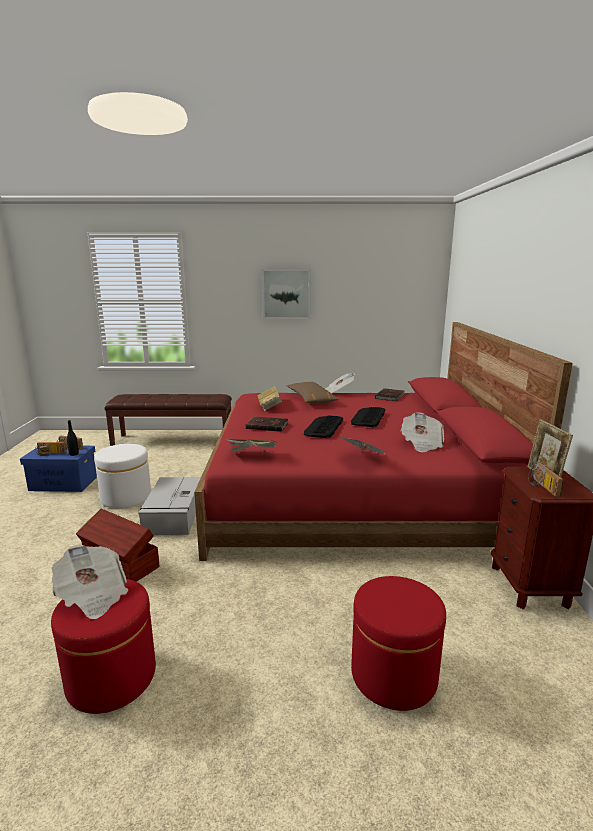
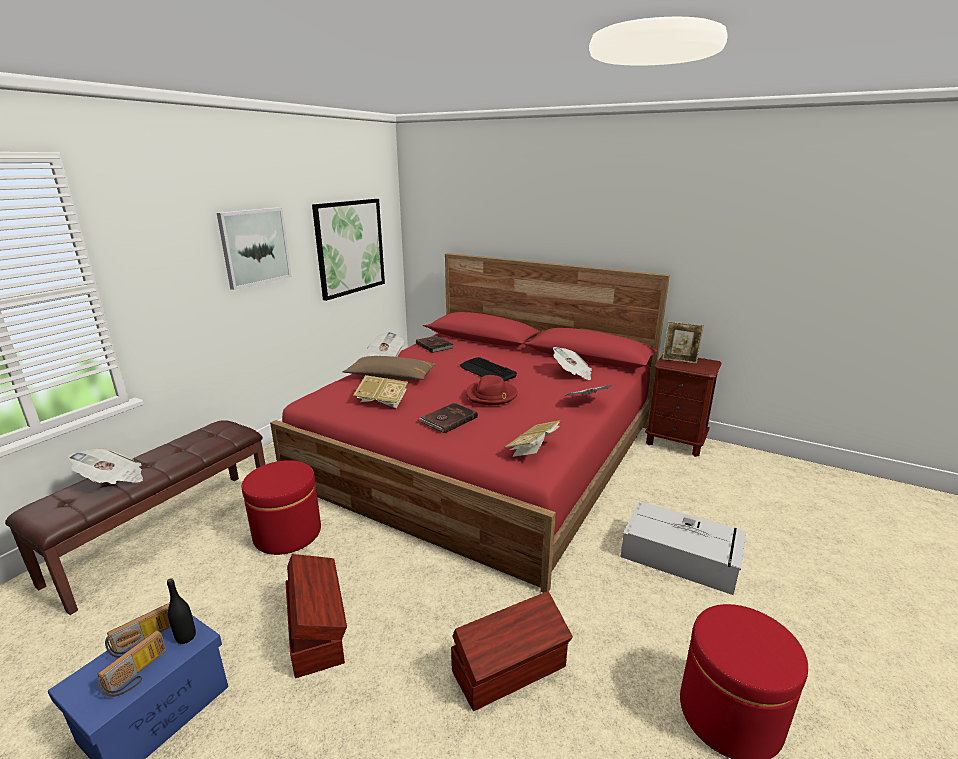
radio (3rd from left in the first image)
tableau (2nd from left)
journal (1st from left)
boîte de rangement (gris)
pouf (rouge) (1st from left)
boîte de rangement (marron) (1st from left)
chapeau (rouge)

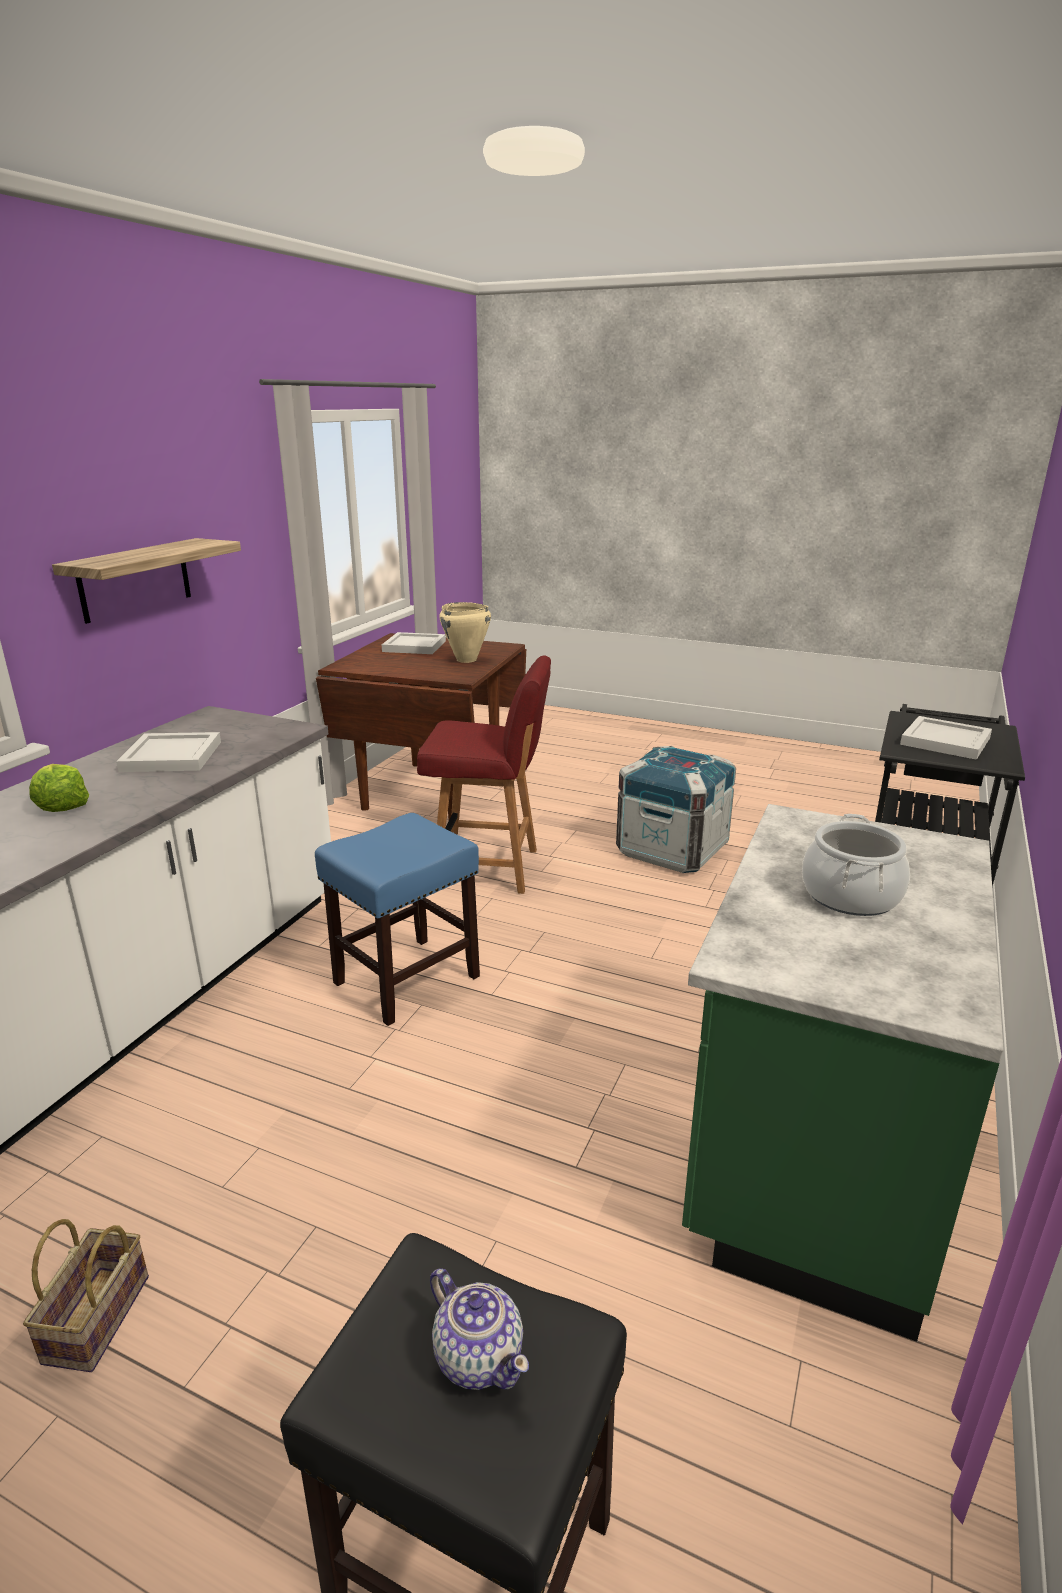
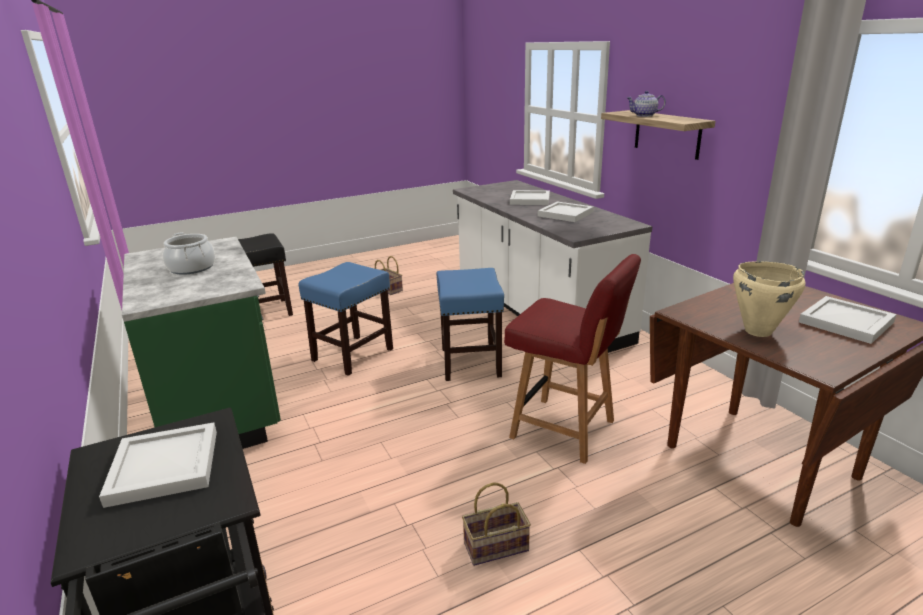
tabouret (bleu) (1st from left)
théière
plateau (blanc) (2nd from left)
panier (2nd from left)
chaise (rouge)

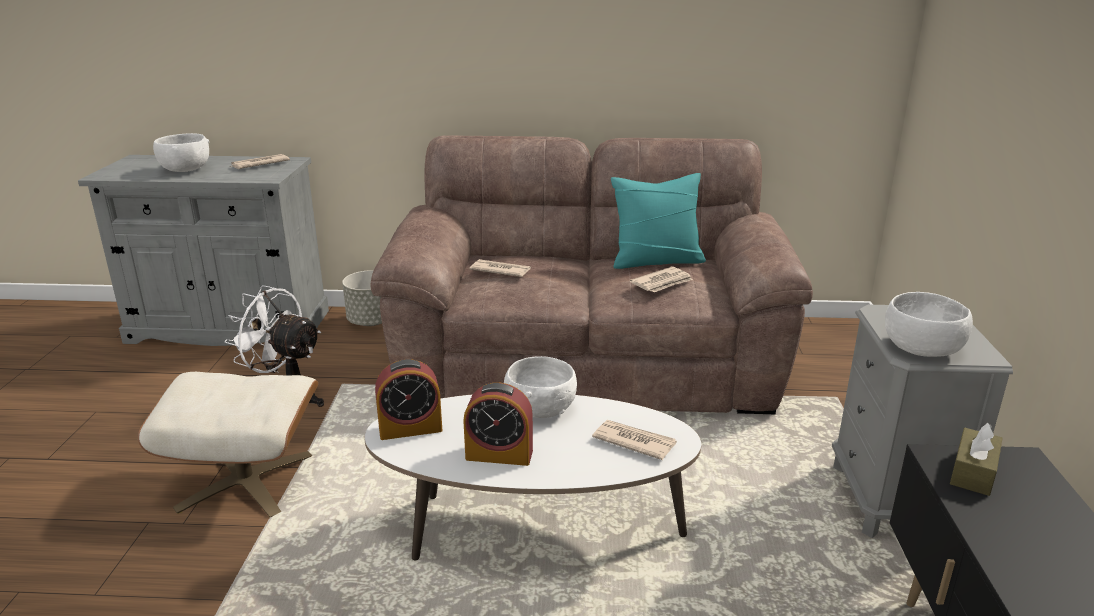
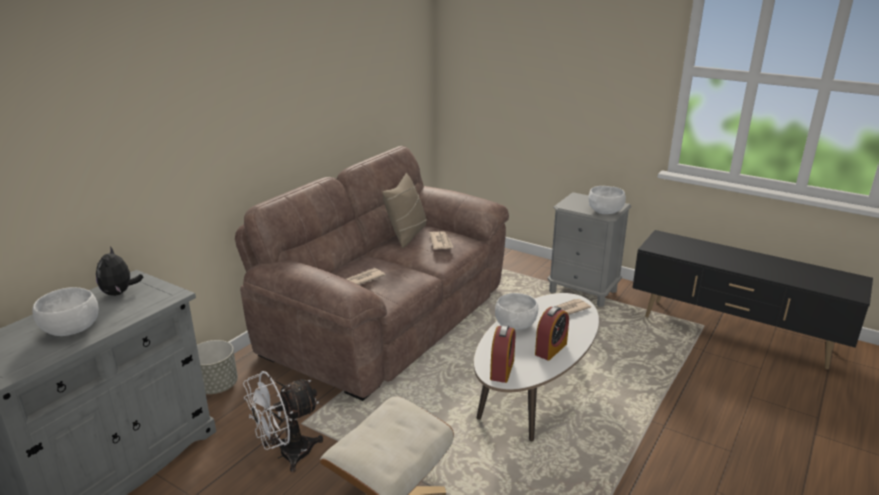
boîte à mouchoirs (marron)
peluche
coussin (beige)

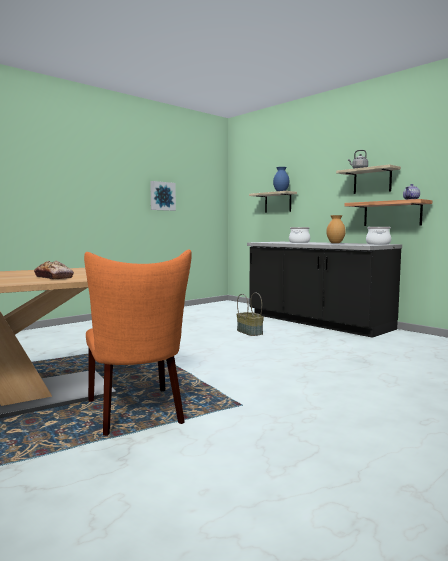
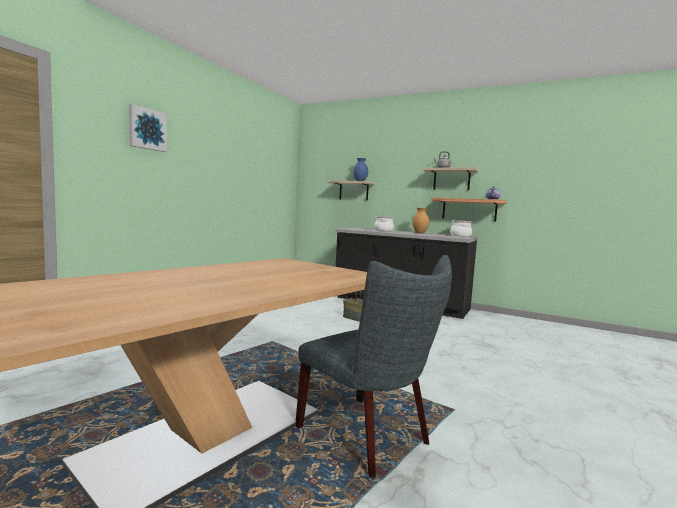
pain
tableau
chaise (gris)

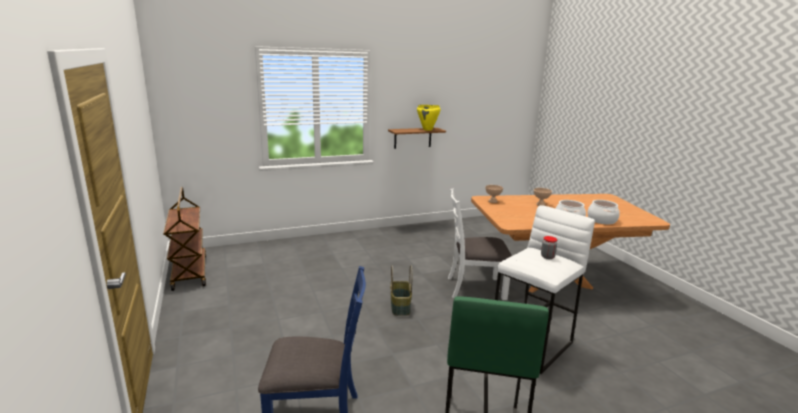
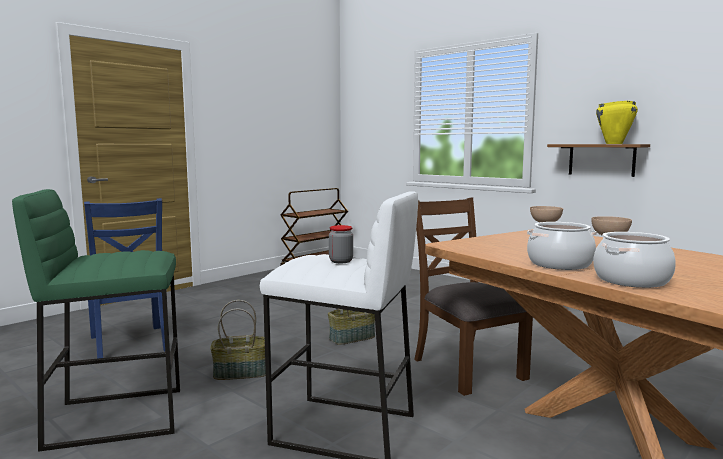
panier (1st from left)
chaise (marron)

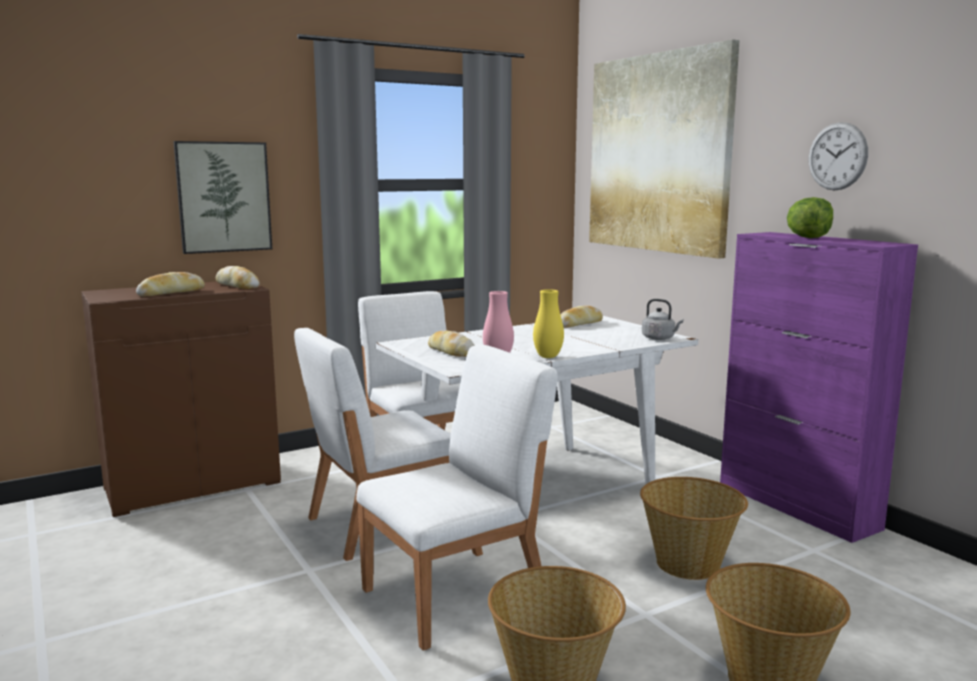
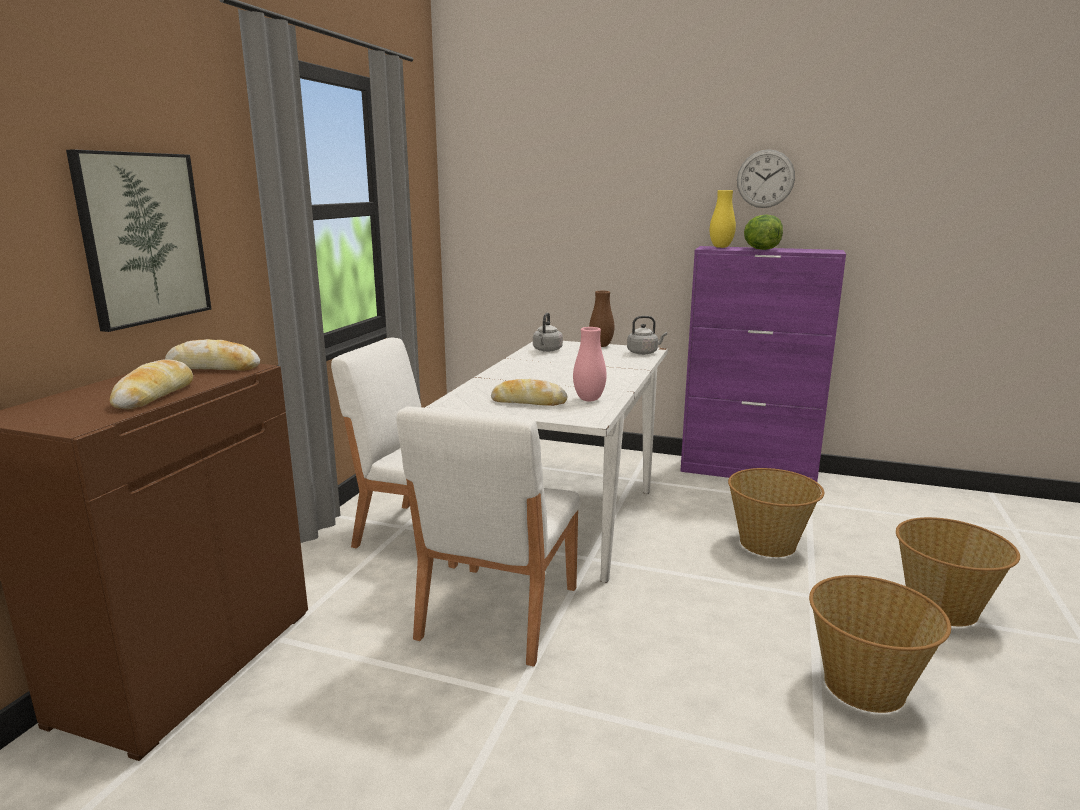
chaise (blanc) (3rd from left in the first image)
tableau (2nd from left in the first image)
vase (marron)
vase (jaune)
bouilloire (gris) (1st from left)

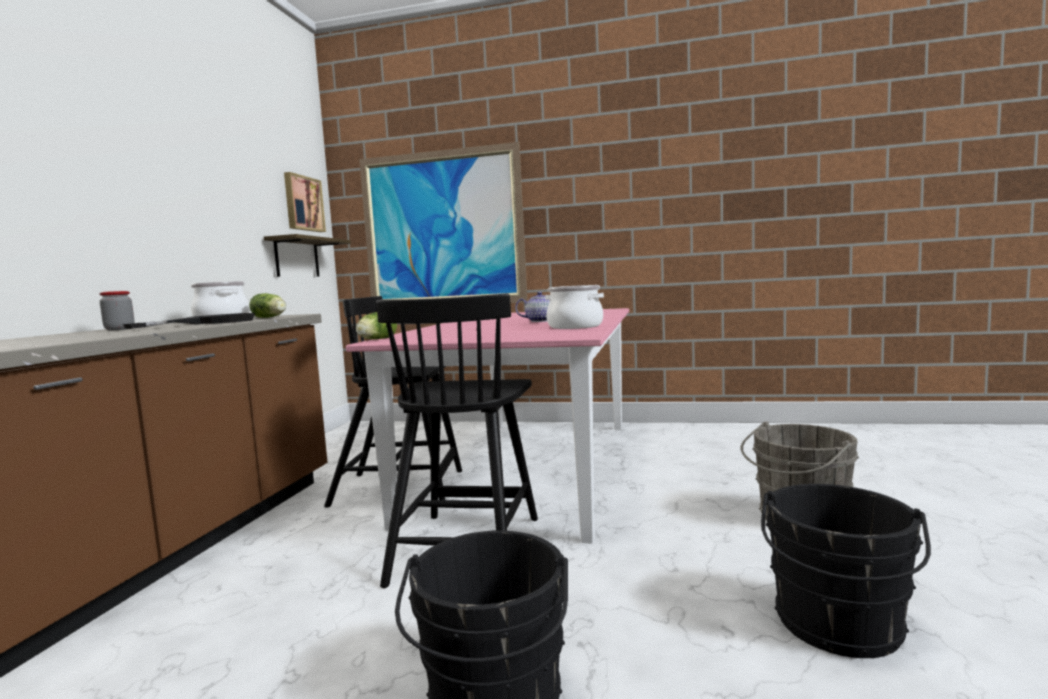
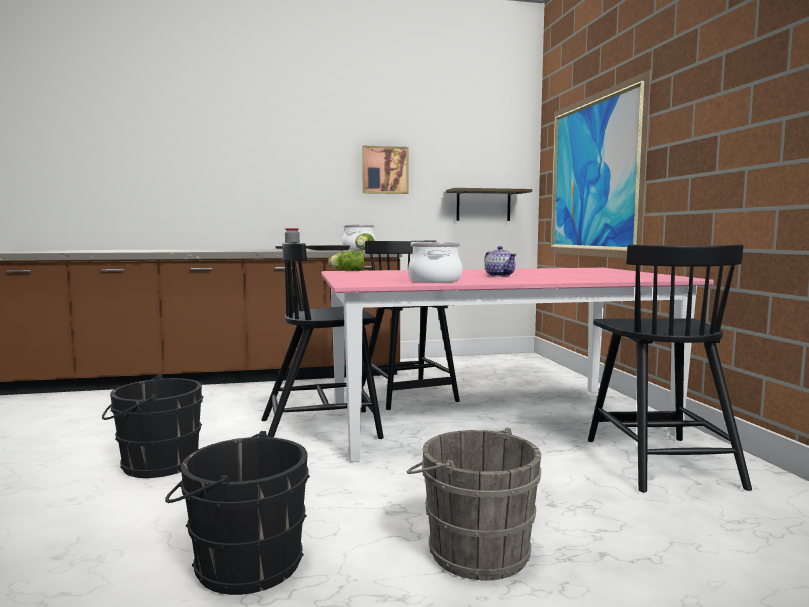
chaise (noir) (3rd from left)
tableau (1st from left)

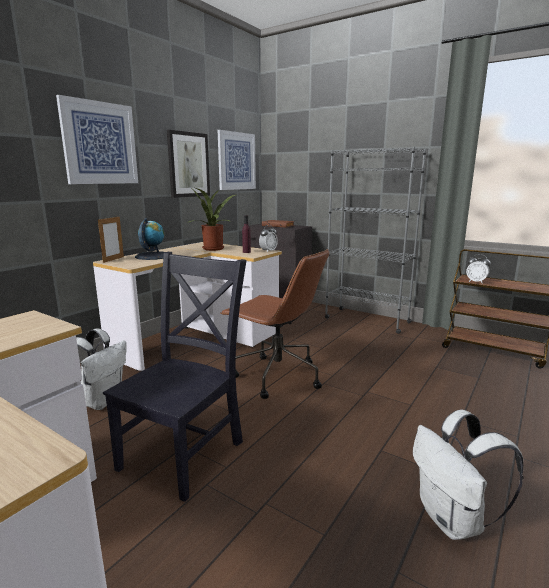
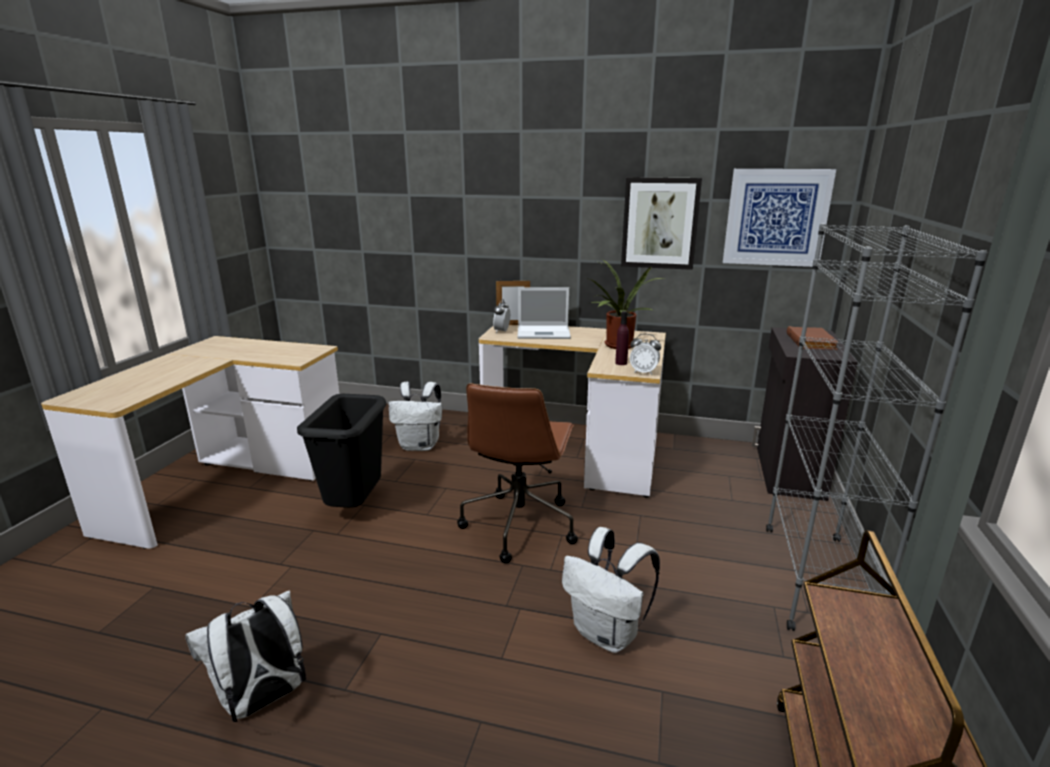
tableau (1st from left in the first image)
sac à dos (blanc) (3rd from left)
réveil (1st from left)
poubelle (noir)
ordinateur portable

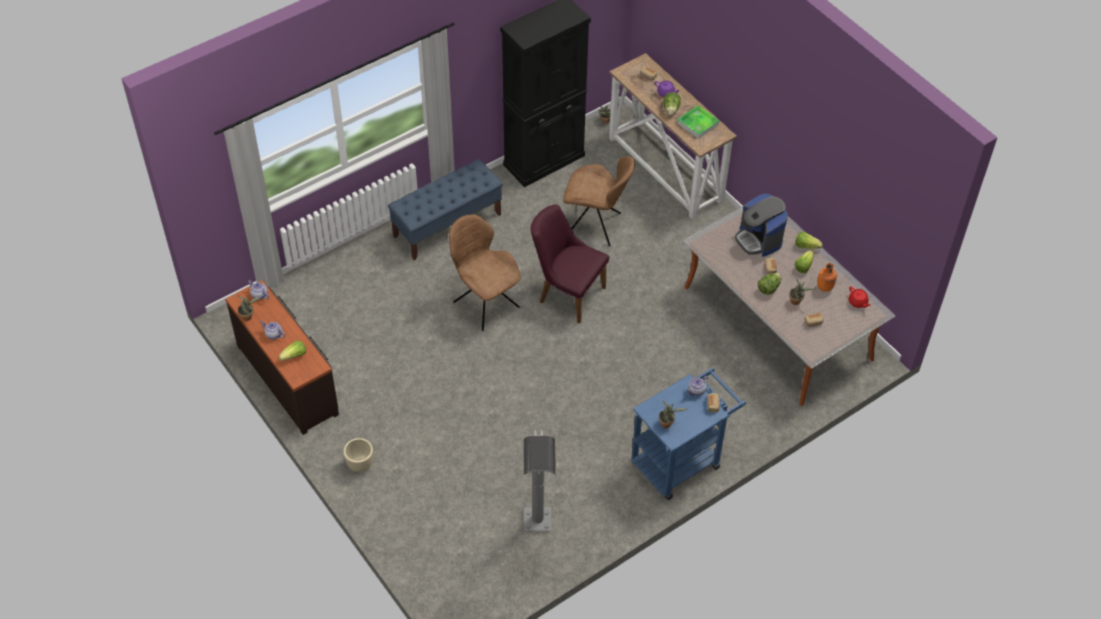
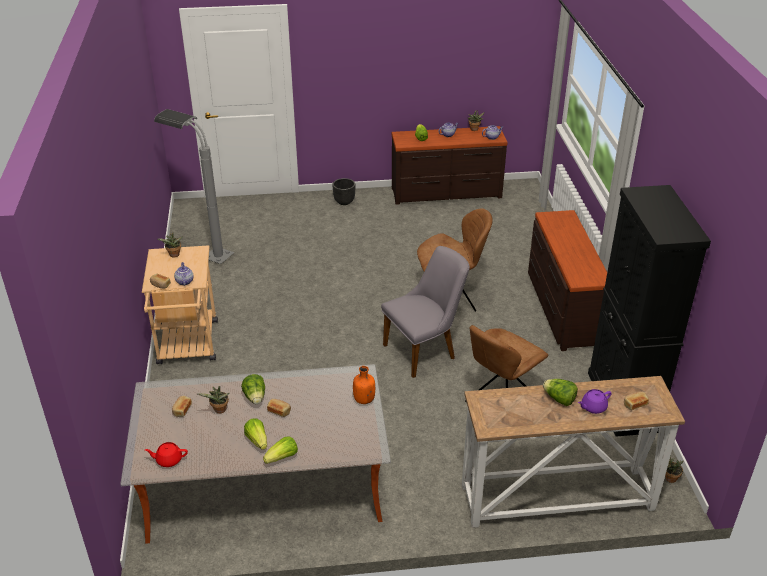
plateau
machine à café
bouteille (orange)
commode (marron) (2nd from left)
cache-pot (noir)
chaise (gris)
chariot (beige)

